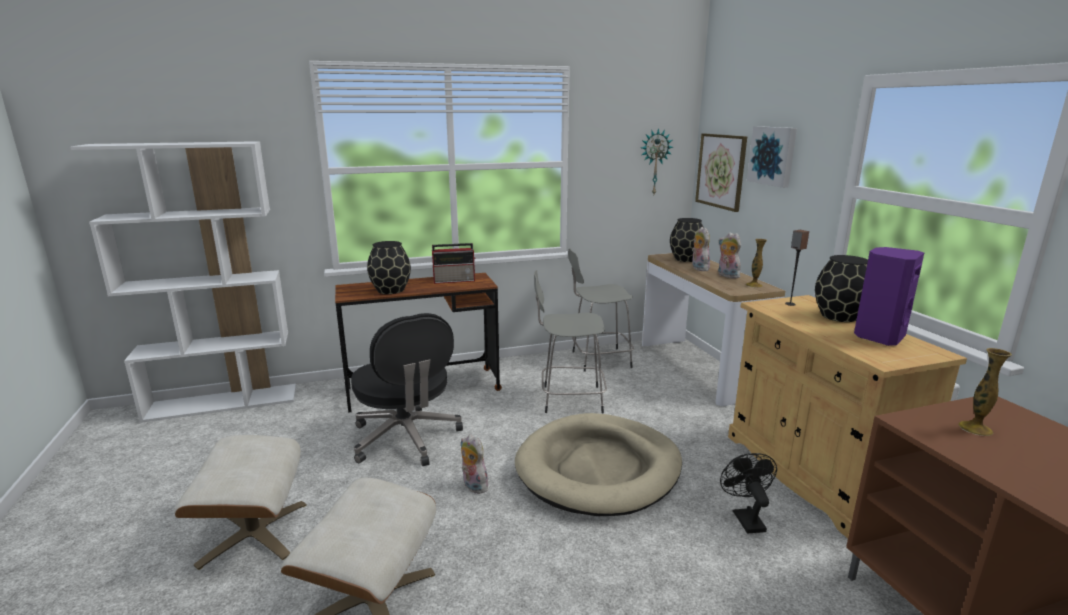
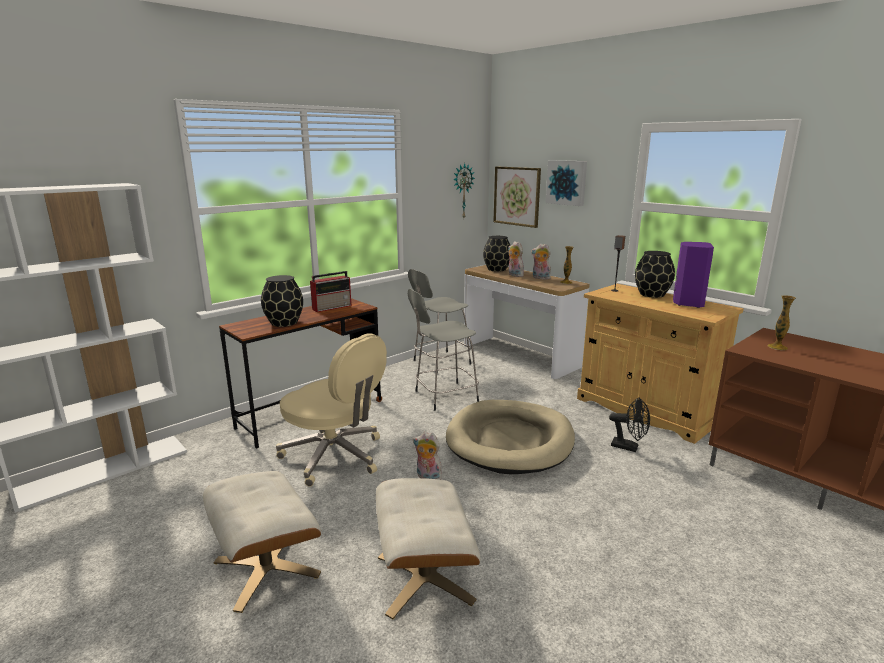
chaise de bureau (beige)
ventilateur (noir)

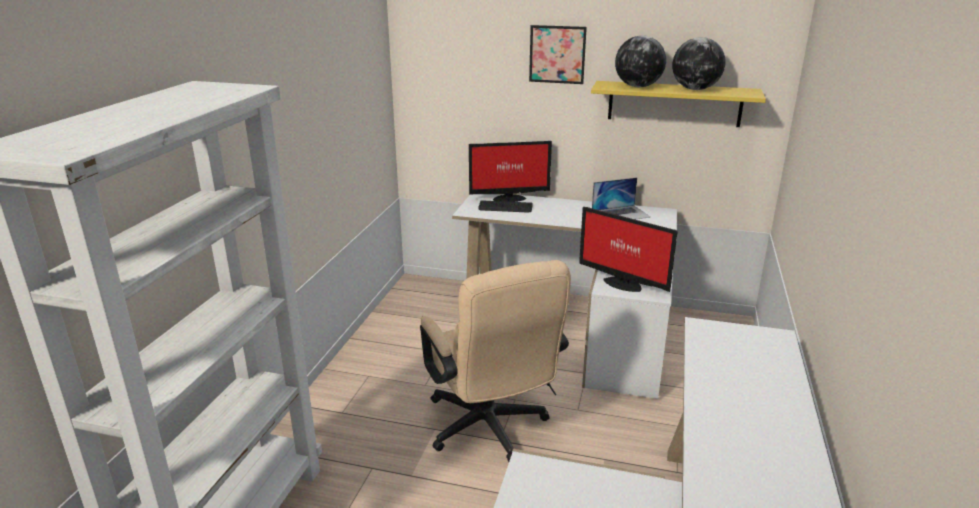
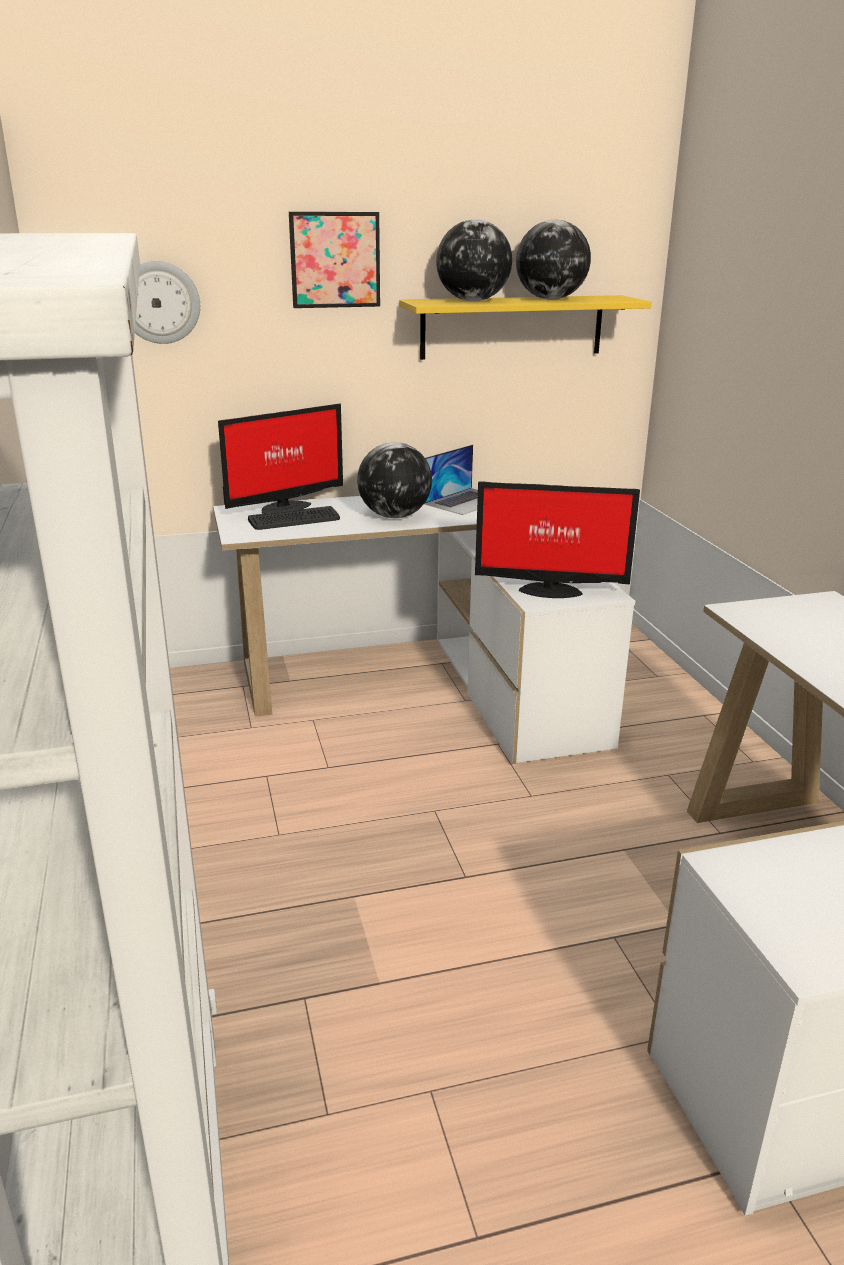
chaise de bureau (beige)
horloge murale
globe (1st from left)

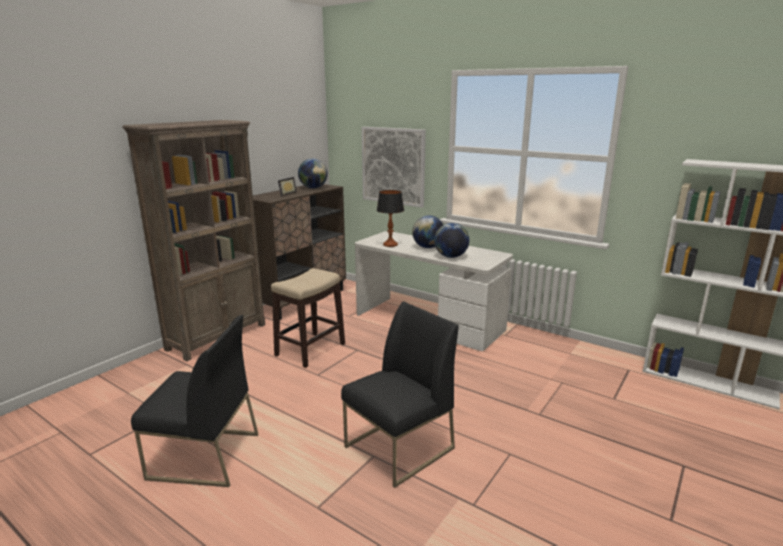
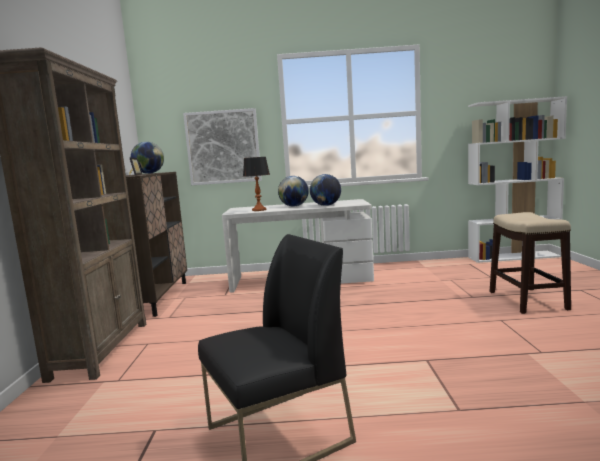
chaise (noir) (2nd from left in the first image)
tabouret

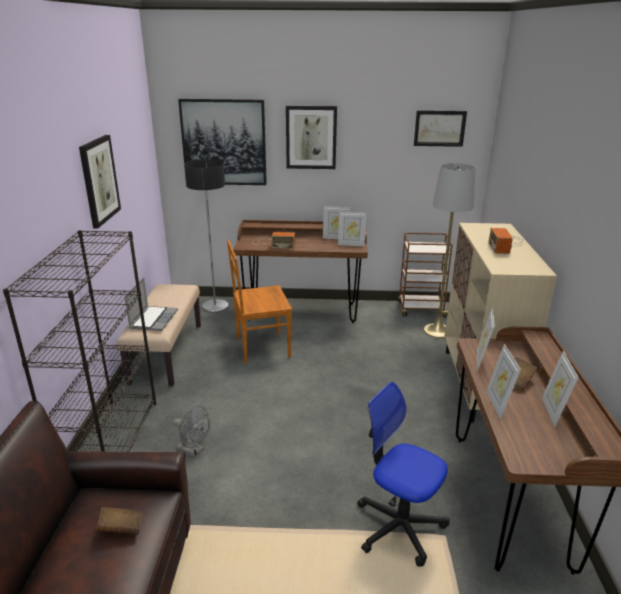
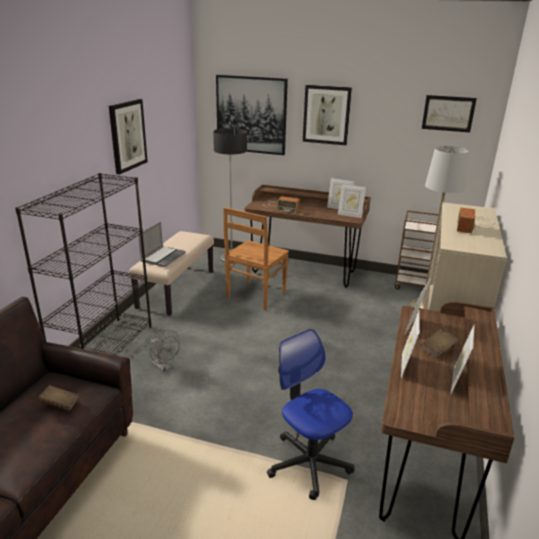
chaise (marron)

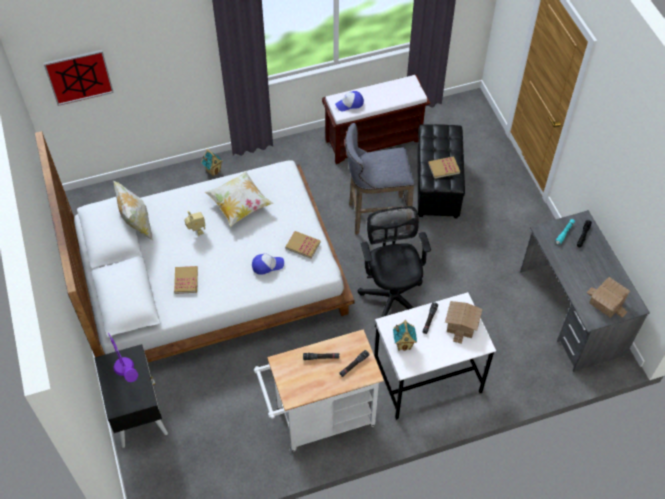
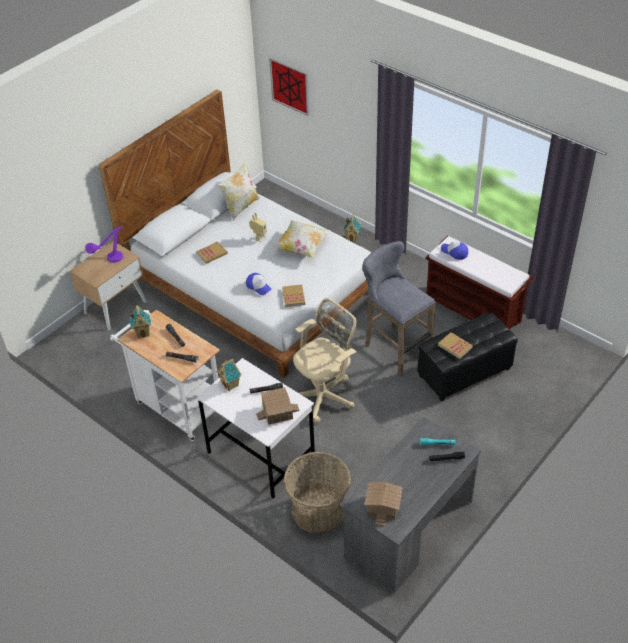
maison miniature (1st from left)
panier
table de chevet (beige)
chaise de bureau (beige)

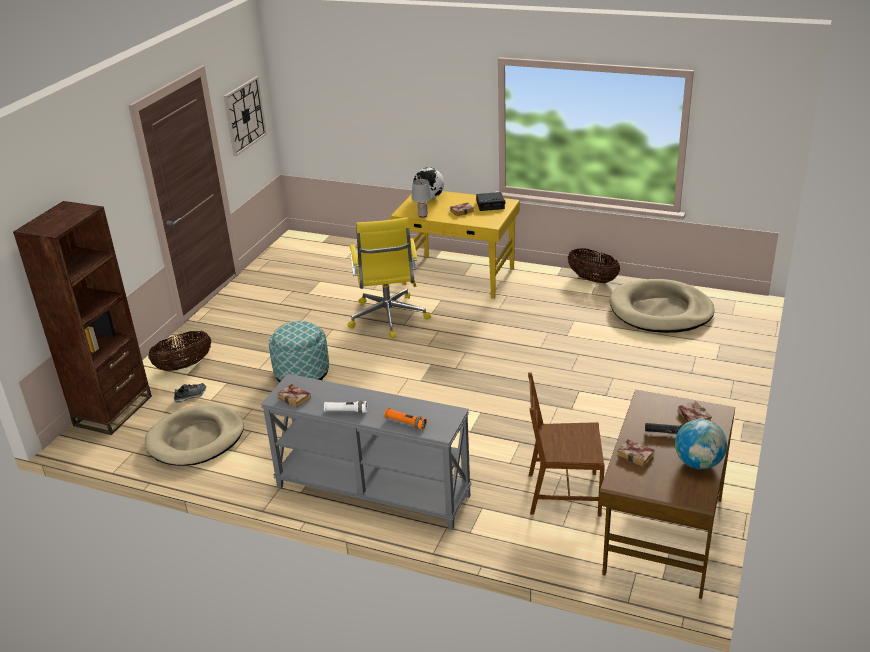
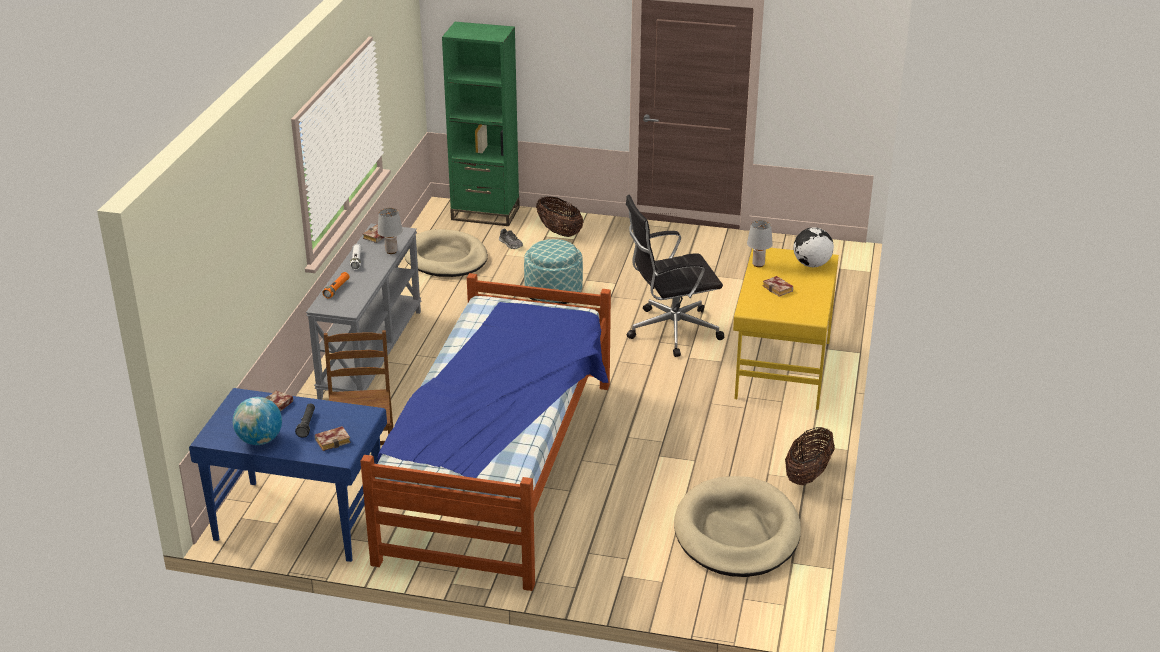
horloge murale
réveil
lit
lampe de table (gris) (1st from left)
bibliothèque (vert)
chaise de bureau (noir)
bureau (bleu)

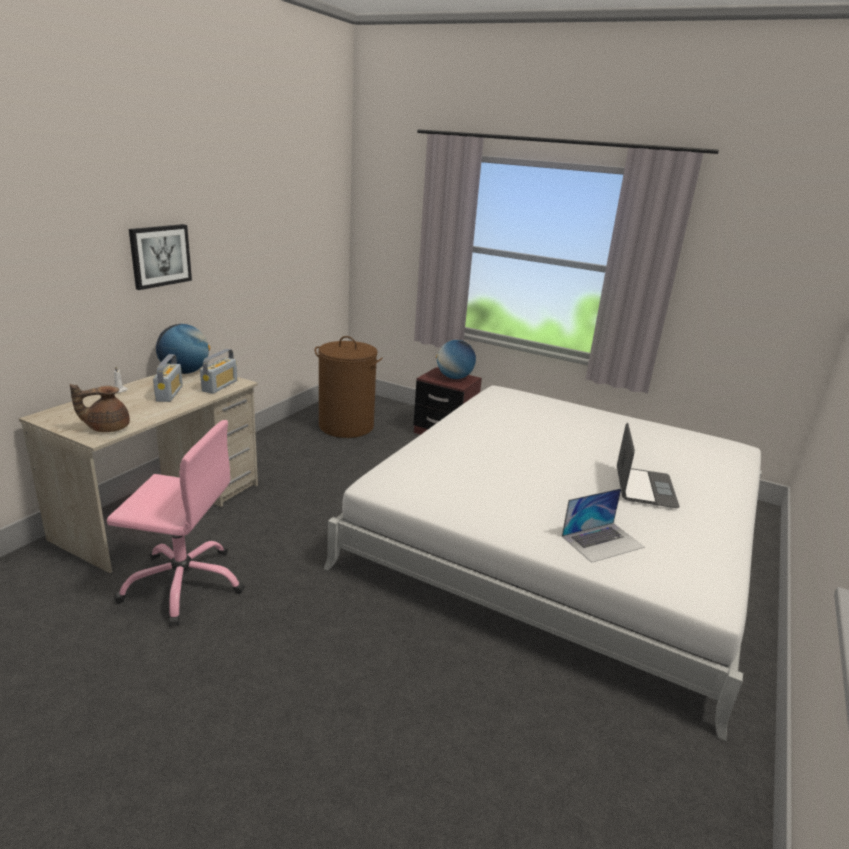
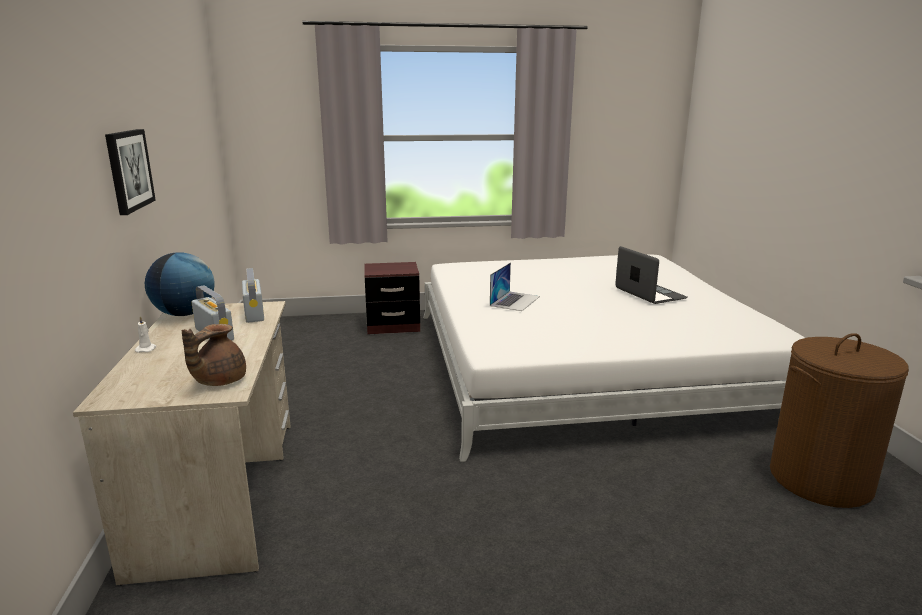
chaise de bureau (rose)
globe (2nd from left in the first image)
panier à linge (marron)
ordinateur portable (1st from left)

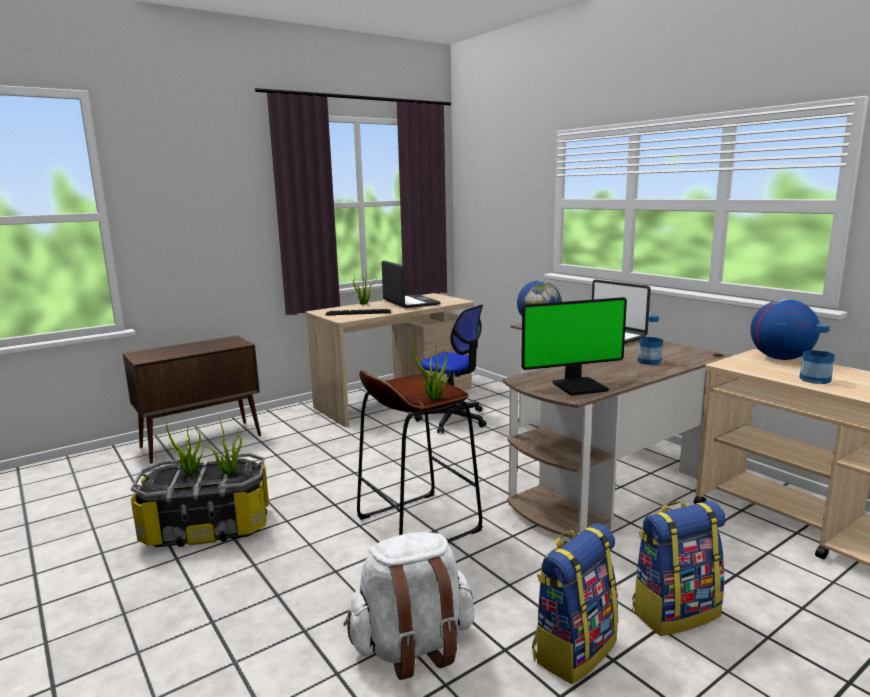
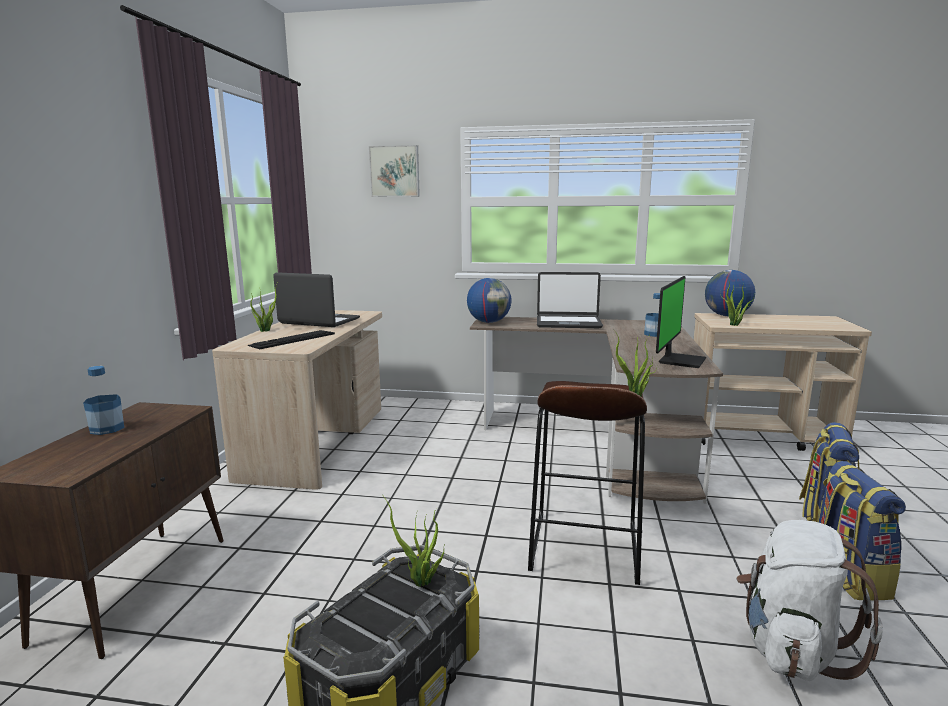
chaise de bureau
tableau
plante en pot (4th from left)
bouteille (1st from left)

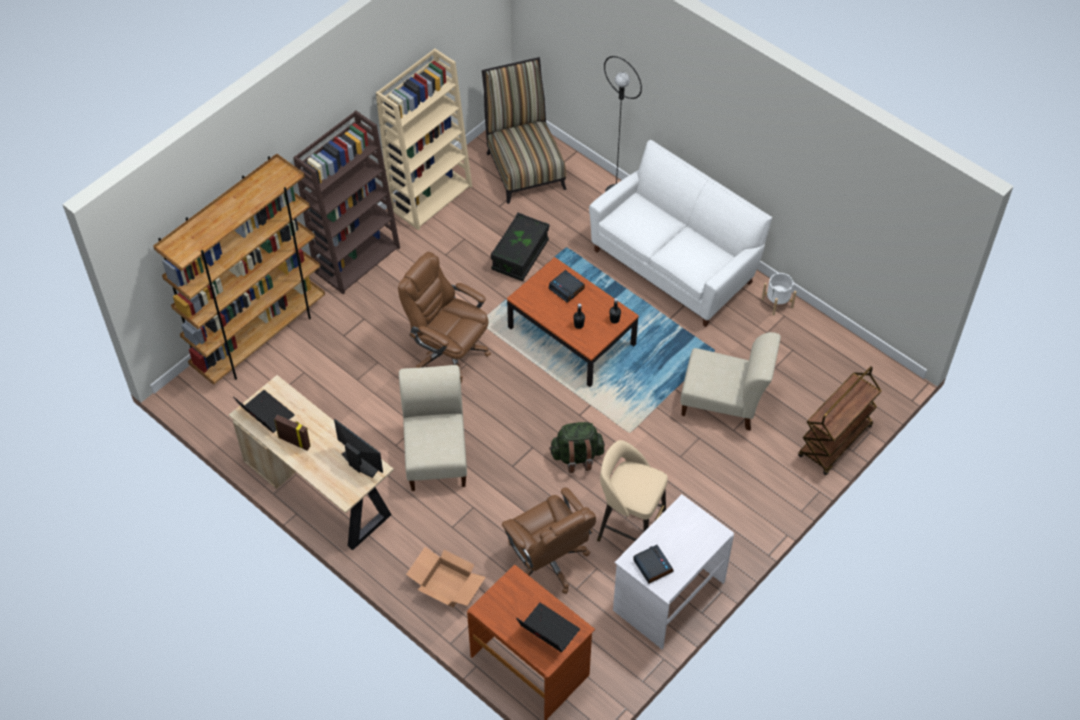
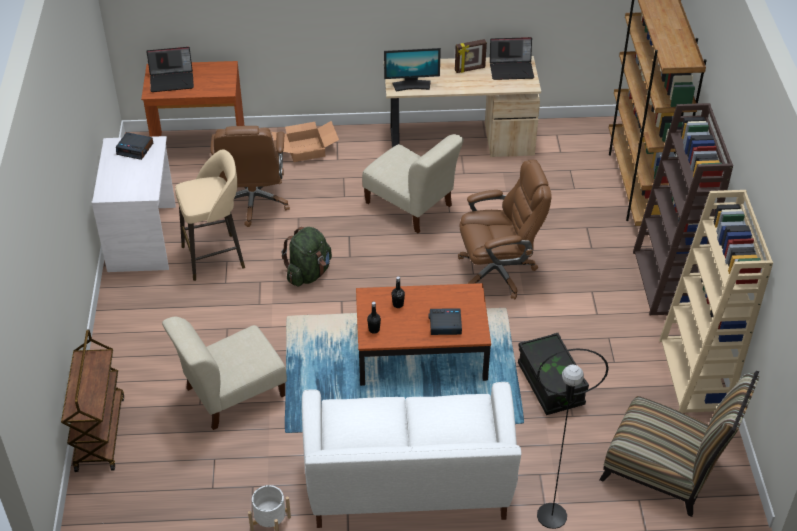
chaise de bureau (marron) (1st from left)

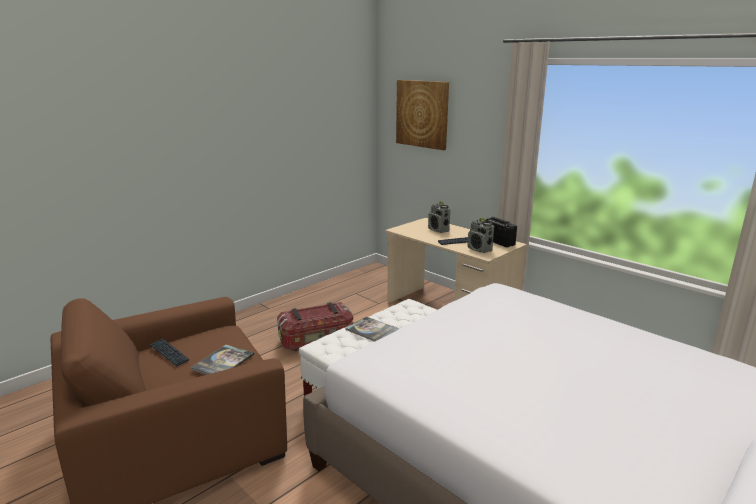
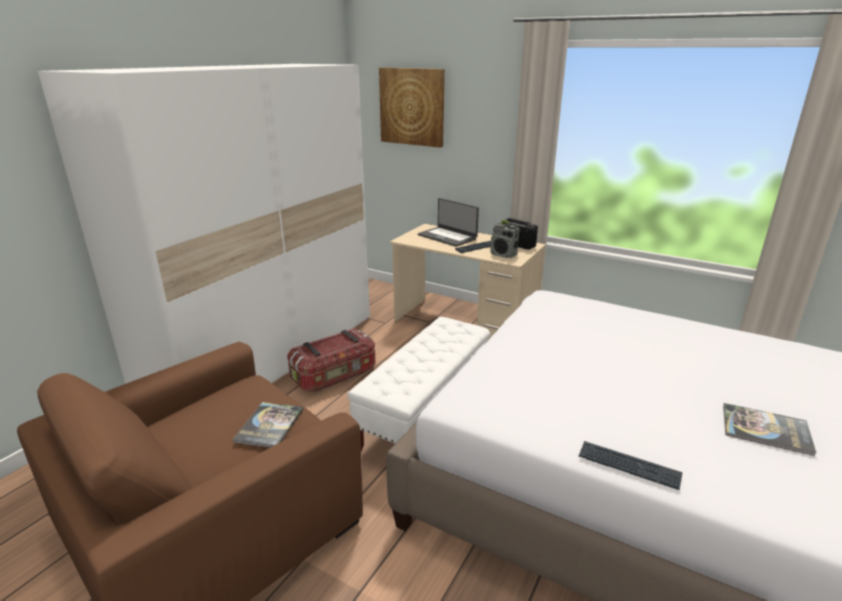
armoire (blanc)
clavier (2nd from left)
livre (2nd from left)
ordinateur portable

